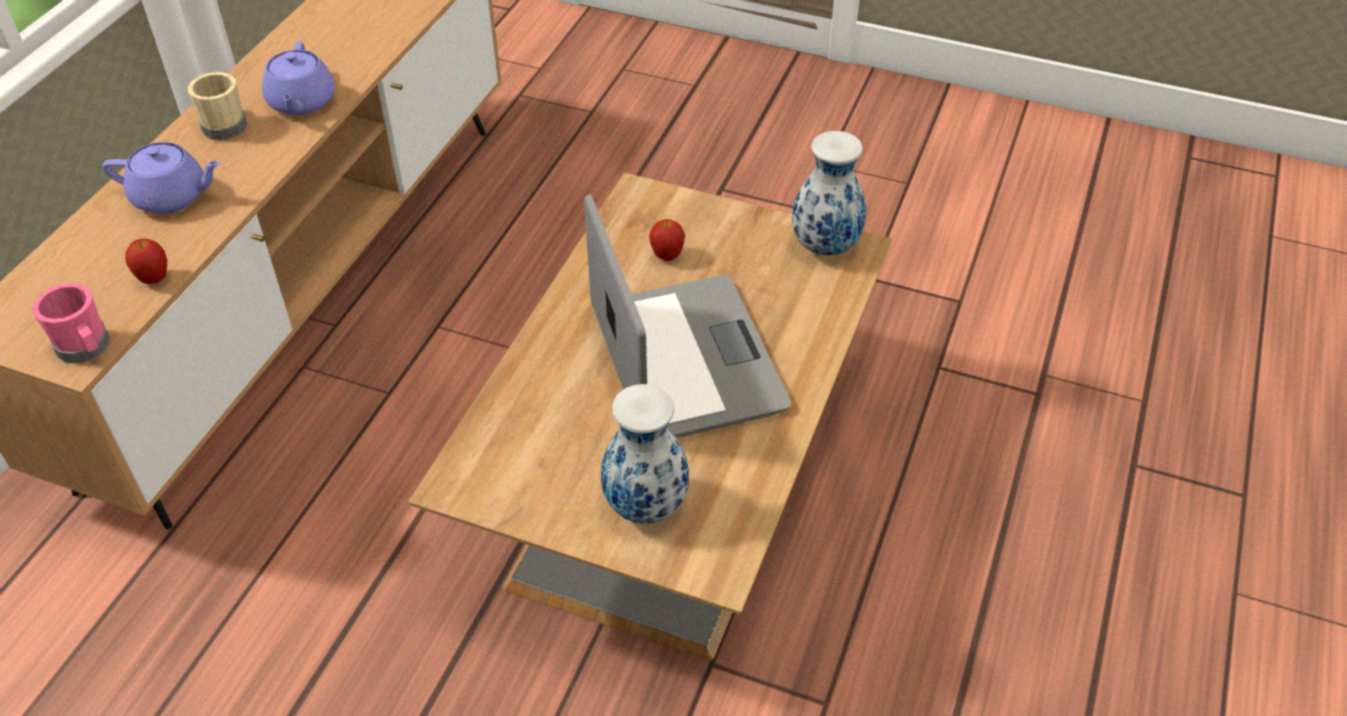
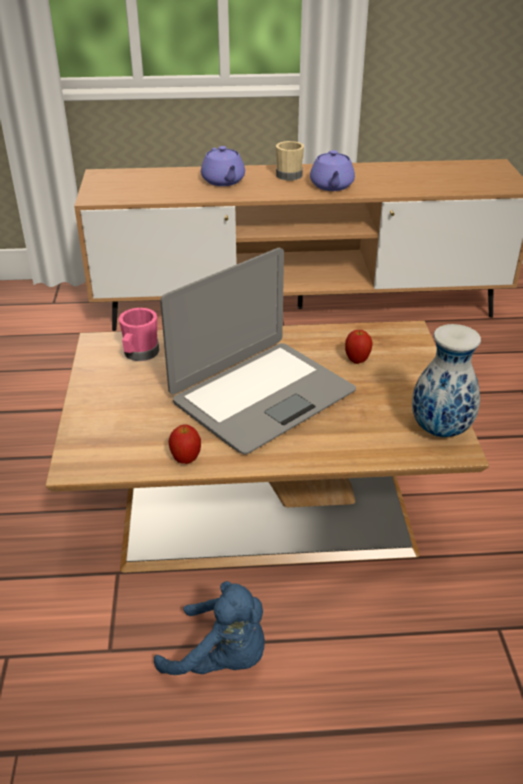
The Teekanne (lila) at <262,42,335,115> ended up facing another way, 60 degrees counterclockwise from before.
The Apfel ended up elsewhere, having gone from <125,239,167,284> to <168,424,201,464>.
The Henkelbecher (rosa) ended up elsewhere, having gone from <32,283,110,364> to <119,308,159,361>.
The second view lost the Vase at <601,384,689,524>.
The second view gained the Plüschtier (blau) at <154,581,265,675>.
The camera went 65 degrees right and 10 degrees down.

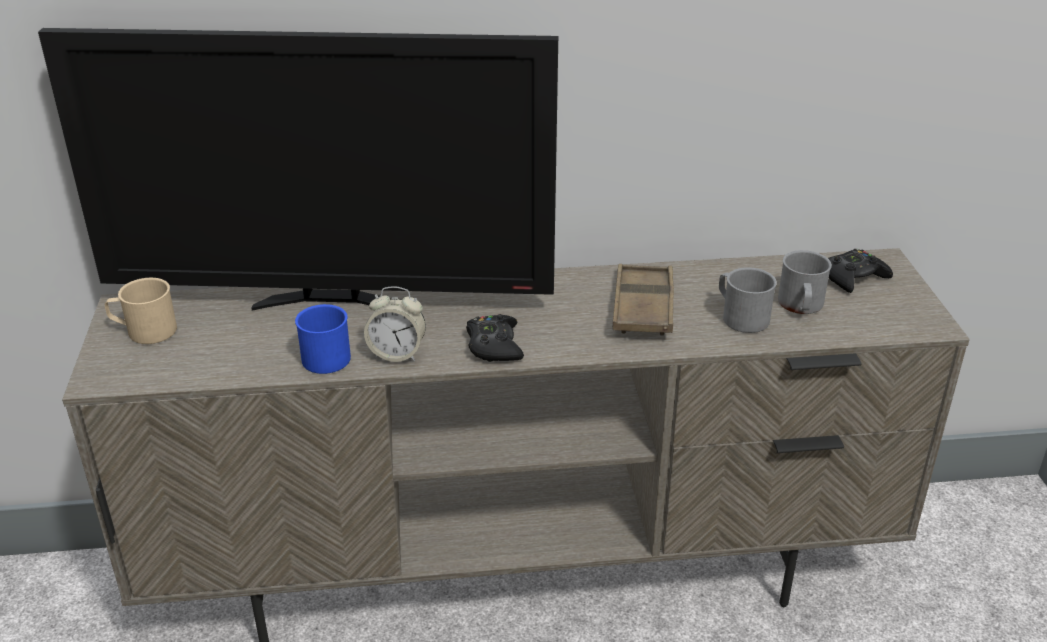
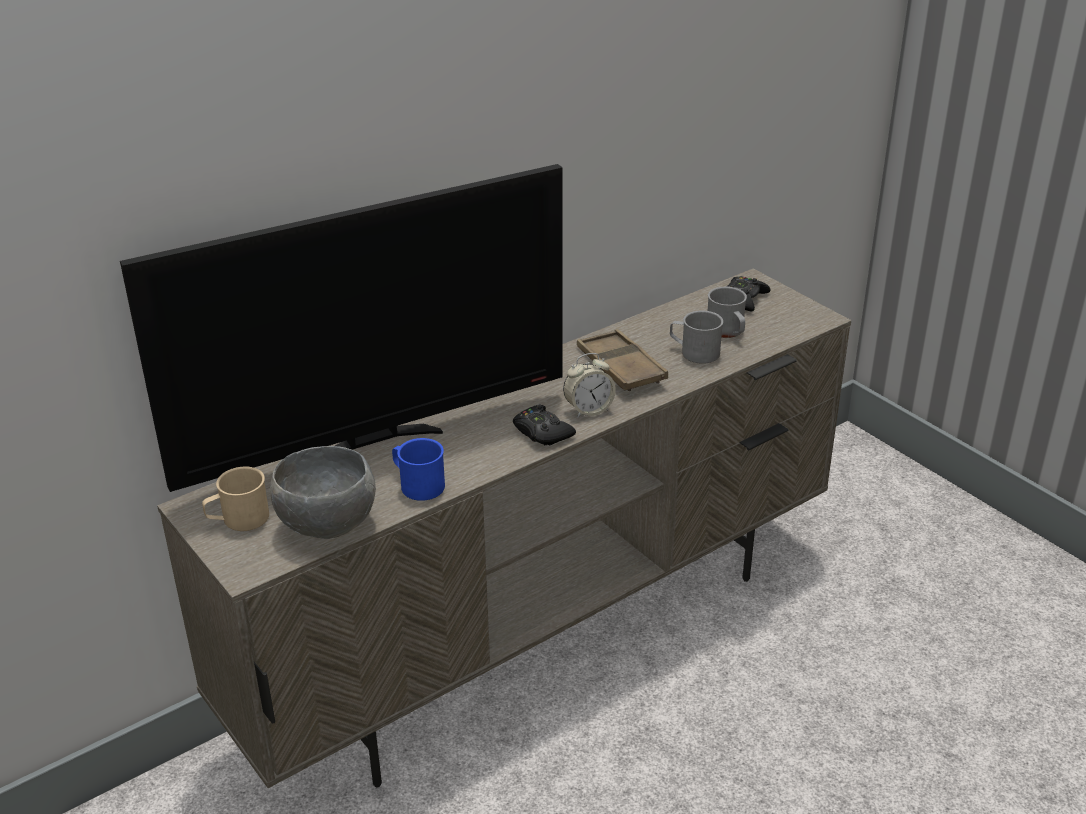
The Wecker ended up elsewhere, having gone from <364,286,426,362> to <563,353,616,418>.
The second view gained the Schüssel (grau) at <270,446,376,539>.
The camera went 30 degrees left and 0 degrees up.

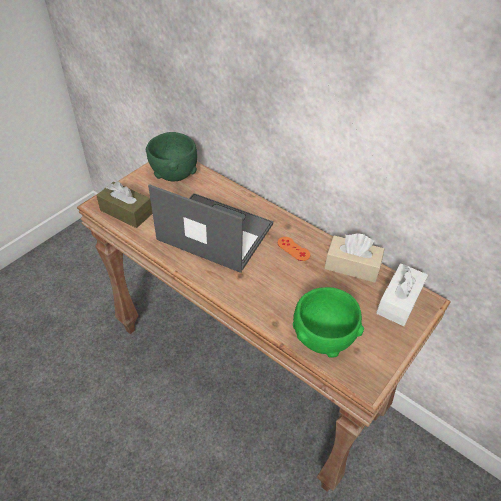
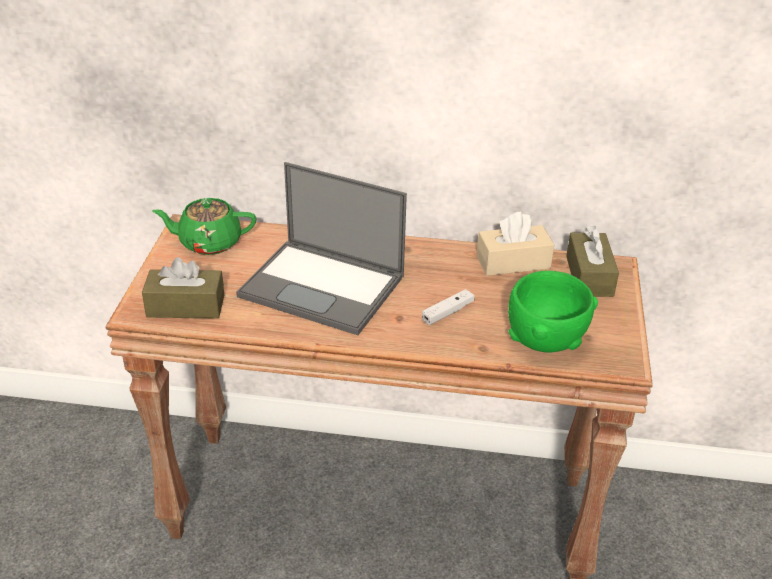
Where the Schüssel (grün) stood at <146,132,197,181>, the Teekanne (grün) came to stand at <152,198,257,255>.
The Laptop at <148,184,273,273> ended up facing another way, 150 degrees counterclockwise from before.
The second view lost the Gamepad (orange) at <278,237,310,261>.
What was the Taschentuchbox (weiß) at <376,263,428,326> turned into the Taschentuchbox (braun) at <566,226,619,297>.
The second view gained the Gamepad (weiß) at <422,289,475,325>.
The camera went 30 degrees left and 10 degrees down.

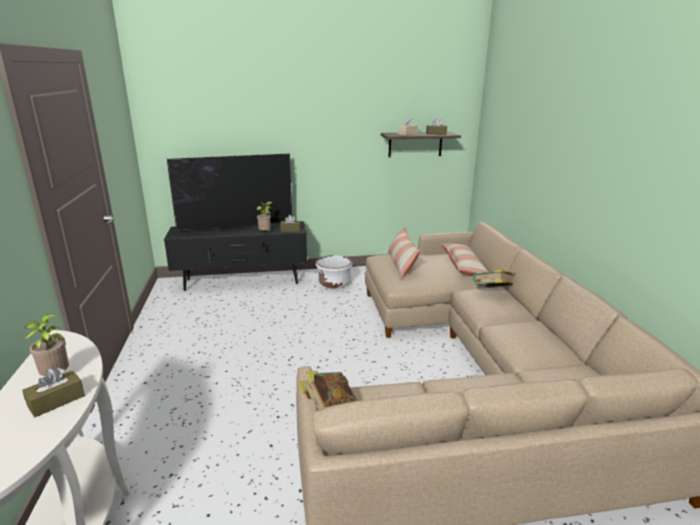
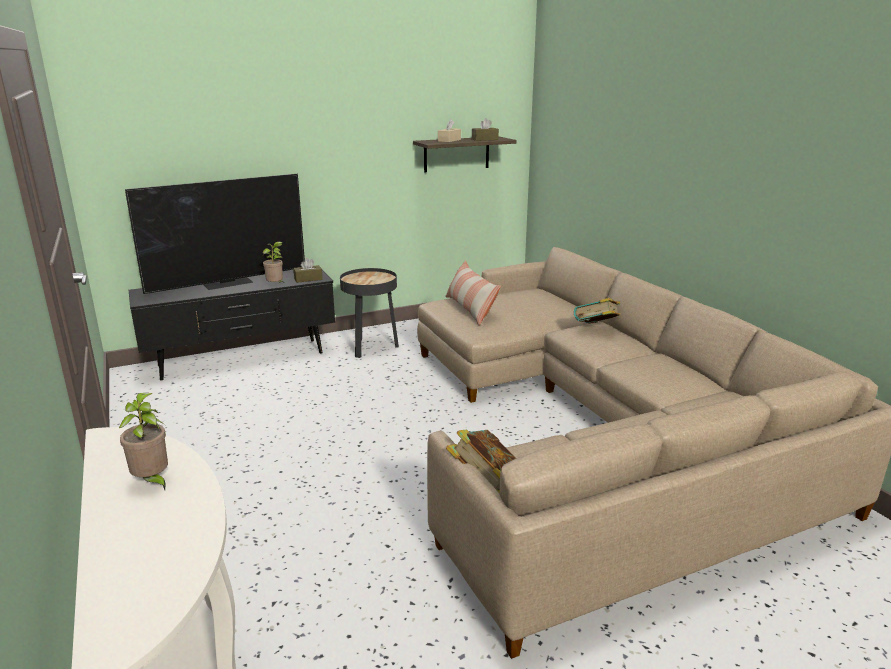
The second view lost the Kissen at <441,243,489,276>.
Where the Pflanzkübel (weiß) stood at <315,255,353,288>, the Beistelltisch (schwarz) came to stand at <340,268,399,358>.
The second view lost the Taschentuchbox (braun) at <22,368,85,417>.
The camera went 15 degrees left and 0 degrees up.

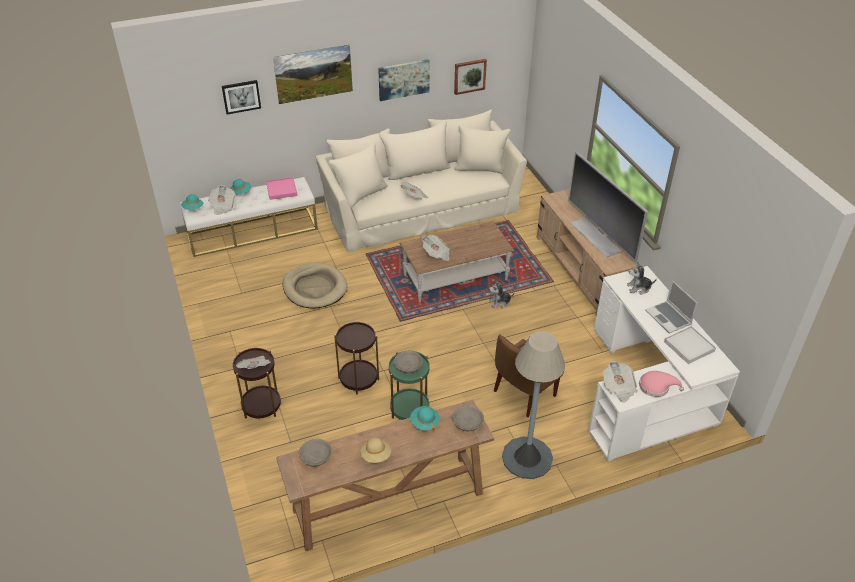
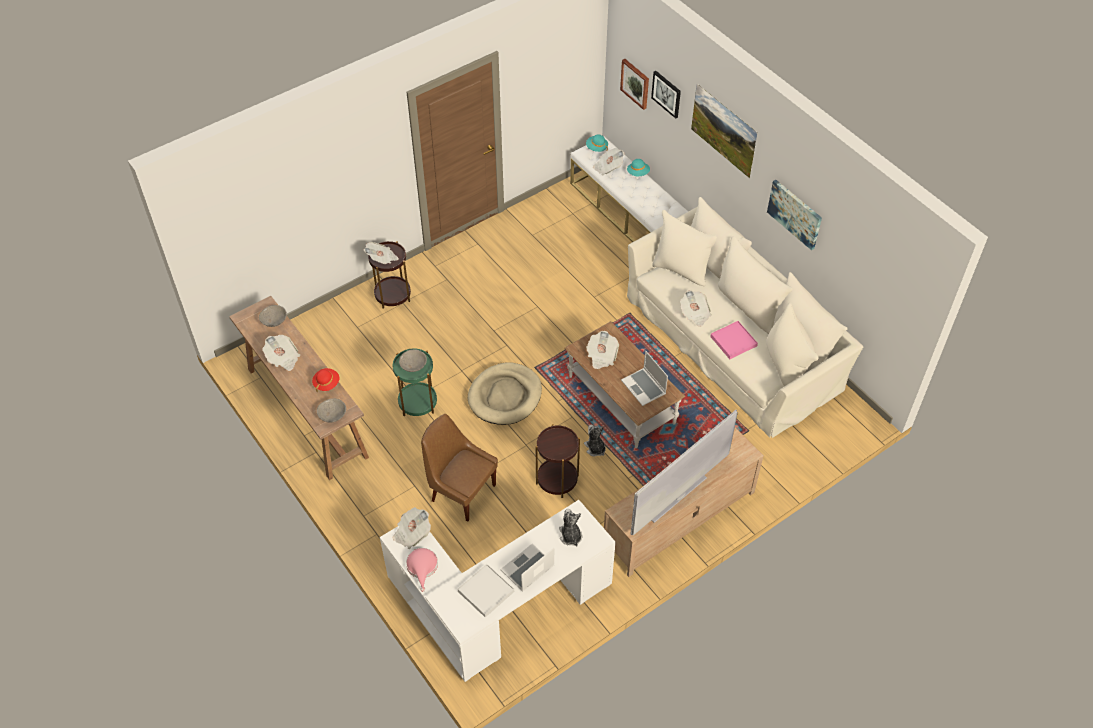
The Bild ended up elsewhere, having gone from <454,59,487,95> to <620,59,649,110>.
The Tablett (rosa) ended up elsewhere, having gone from <266,177,297,200> to <710,321,758,359>.
The Hundebett (beige) ended up elsewhere, having gone from <283,263,348,309> to <468,362,542,425>.
The Beistelltisch (braun) ended up elsewhere, having gone from <334,321,379,395> to <535,424,580,498>.
The second view lost the Stehlampe (grau) at <502,331,565,479>.
What was the Hut (türkis) at <410,406,440,433> turned into the Hut (rot) at <312,368,339,392>.
Where the Hut (beige) stood at <361,438,391,463>, the Zeitung came to stand at <263,335,300,371>.
The second view gained the Laptop at <621,351,668,406>.
The camera went 75 degrees right and 10 degrees up.

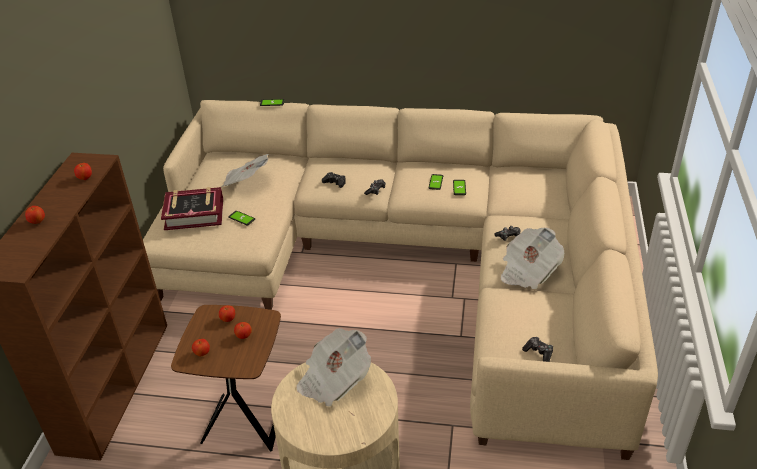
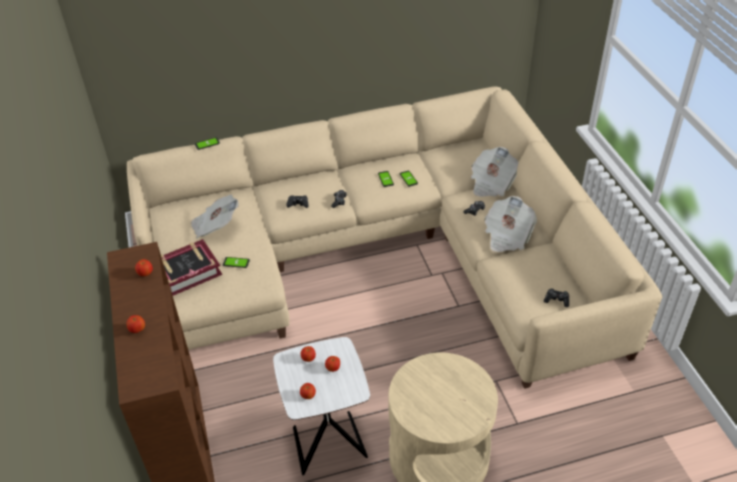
What was the Beistelltisch (braun) at <171,305,281,452> turned into the Beistelltisch (weiß) at <273,337,370,475>.
The Zeitung ended up elsewhere, having gone from <296,328,371,407> to <471,147,518,197>.
The camera went 25 degrees left and 5 degrees up.

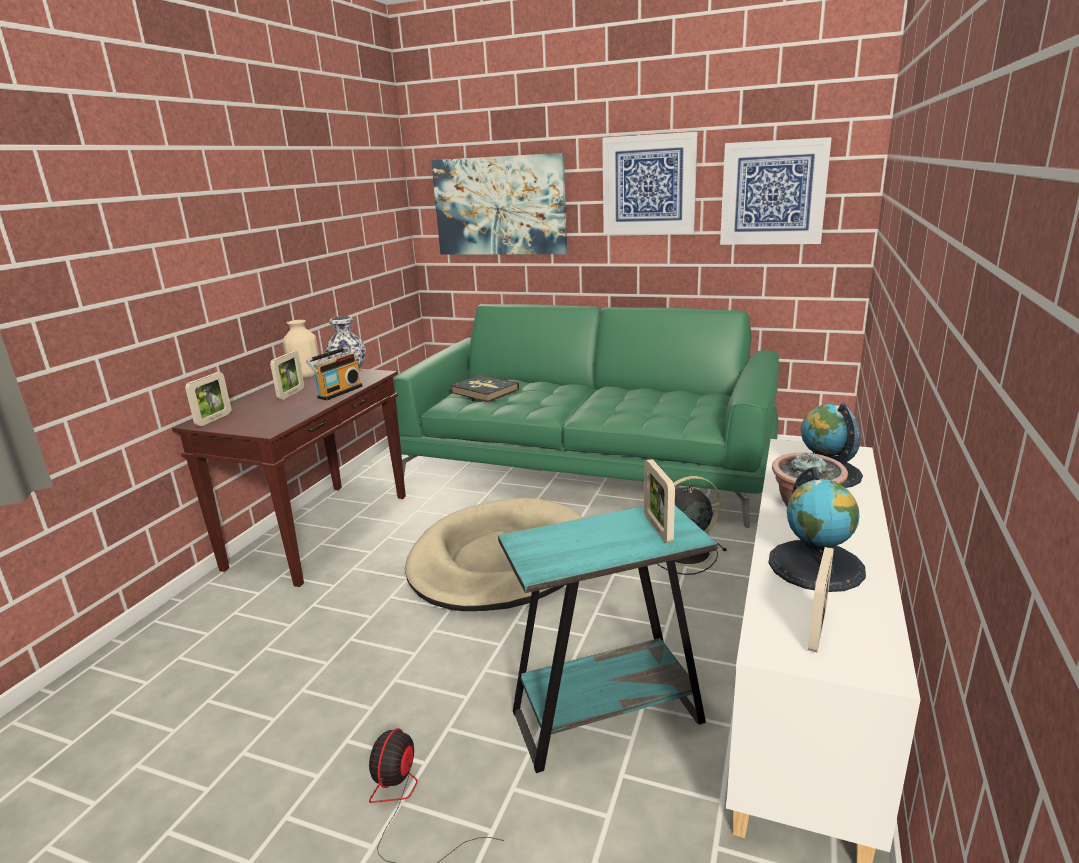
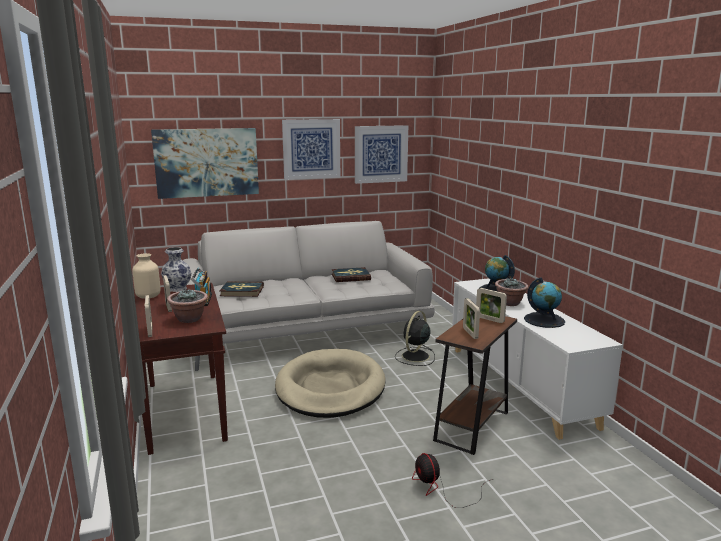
What was the Sofa (grün) at <393,304,779,528> turned into the Sofa (grau) at <183,221,435,371>.
What was the Beistelltisch (türkis) at <498,506,718,773> turned into the Beistelltisch (braun) at <433,316,517,455>.
The Bilderrahmen ended up elsewhere, having gone from <808,547,834,652> to <463,298,480,339>.
The second view gained the Buch at <332,267,371,282>.
The second view gained the Topfpflanze at <167,289,208,323>.
The camera went 40 degrees left and 5 degrees down.

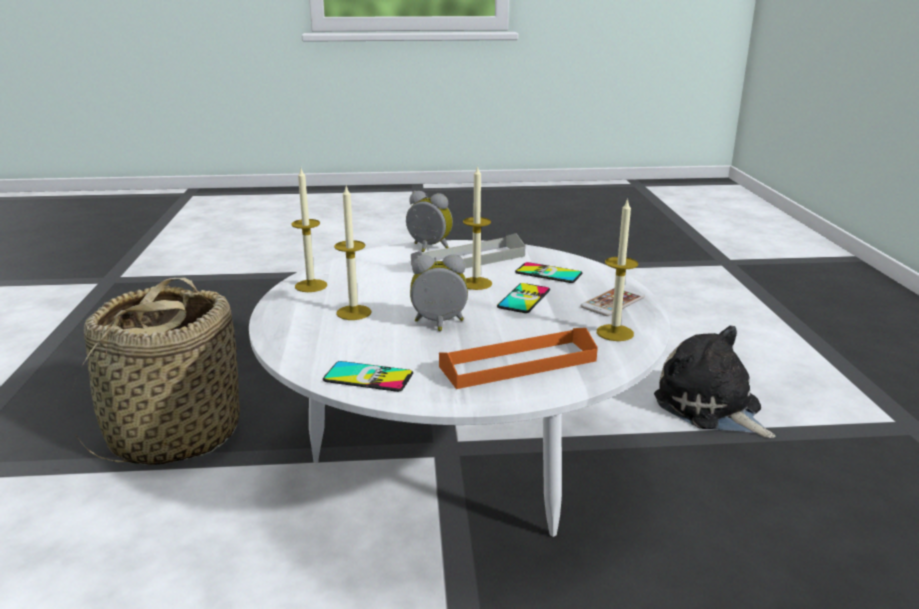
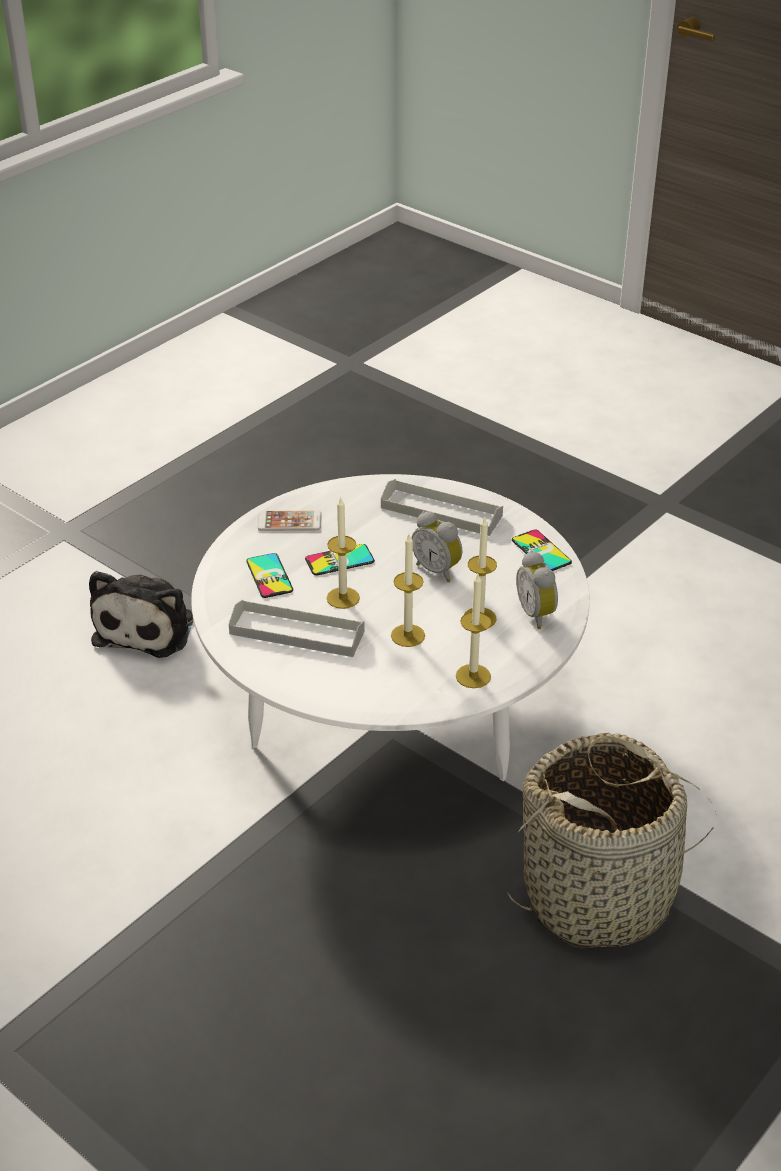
The Wecker ended up elsewhere, having gone from <406,191,453,252> to <516,551,558,629>.
The Kerze ended up elsewhere, having gone from <597,198,638,341> to <391,534,425,647>.
What was the Tablett (orange) at <439,328,598,389> turned into the Tablett (grau) at <381,479,503,536>.
The camera went 135 degrees left and 15 degrees up.

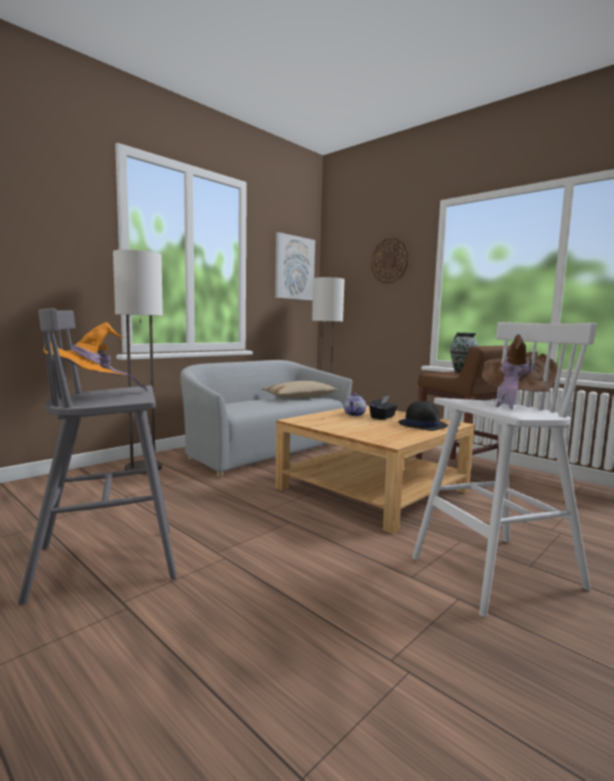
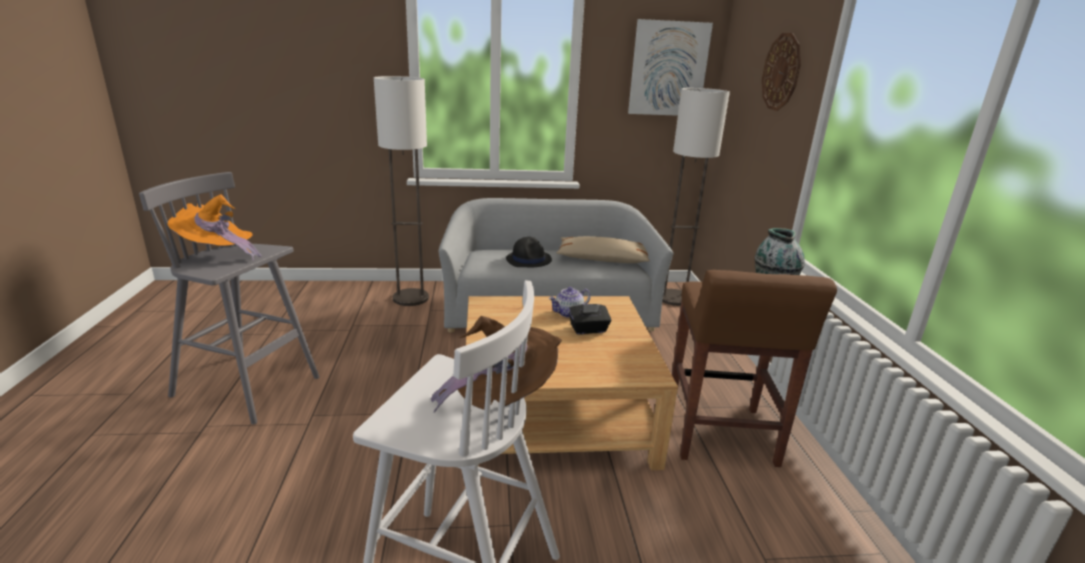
The Hut (schwarz) ended up elsewhere, having gone from <398,401,448,431> to <506,237,552,267>.
The camera went 40 degrees right and 15 degrees up.

